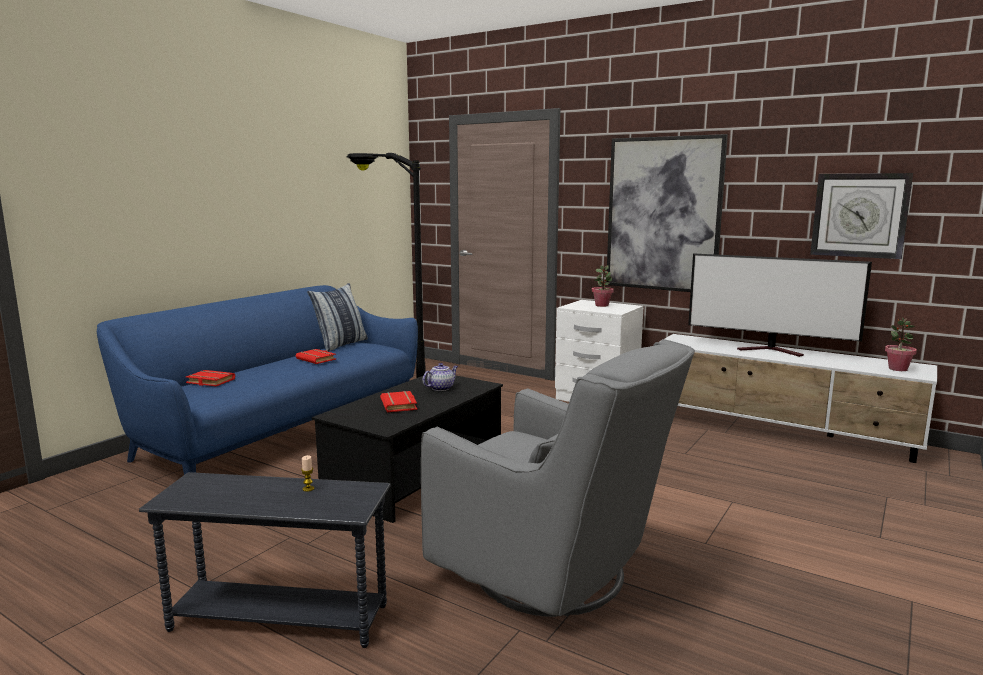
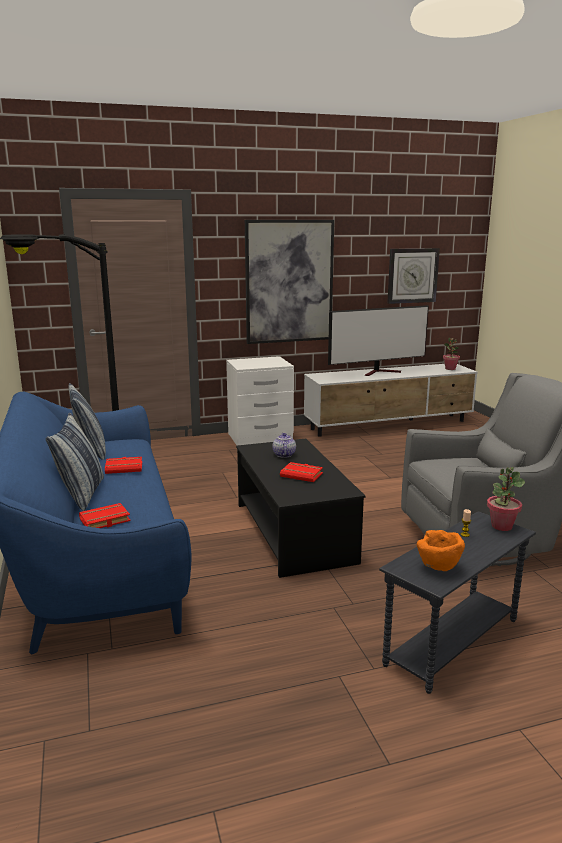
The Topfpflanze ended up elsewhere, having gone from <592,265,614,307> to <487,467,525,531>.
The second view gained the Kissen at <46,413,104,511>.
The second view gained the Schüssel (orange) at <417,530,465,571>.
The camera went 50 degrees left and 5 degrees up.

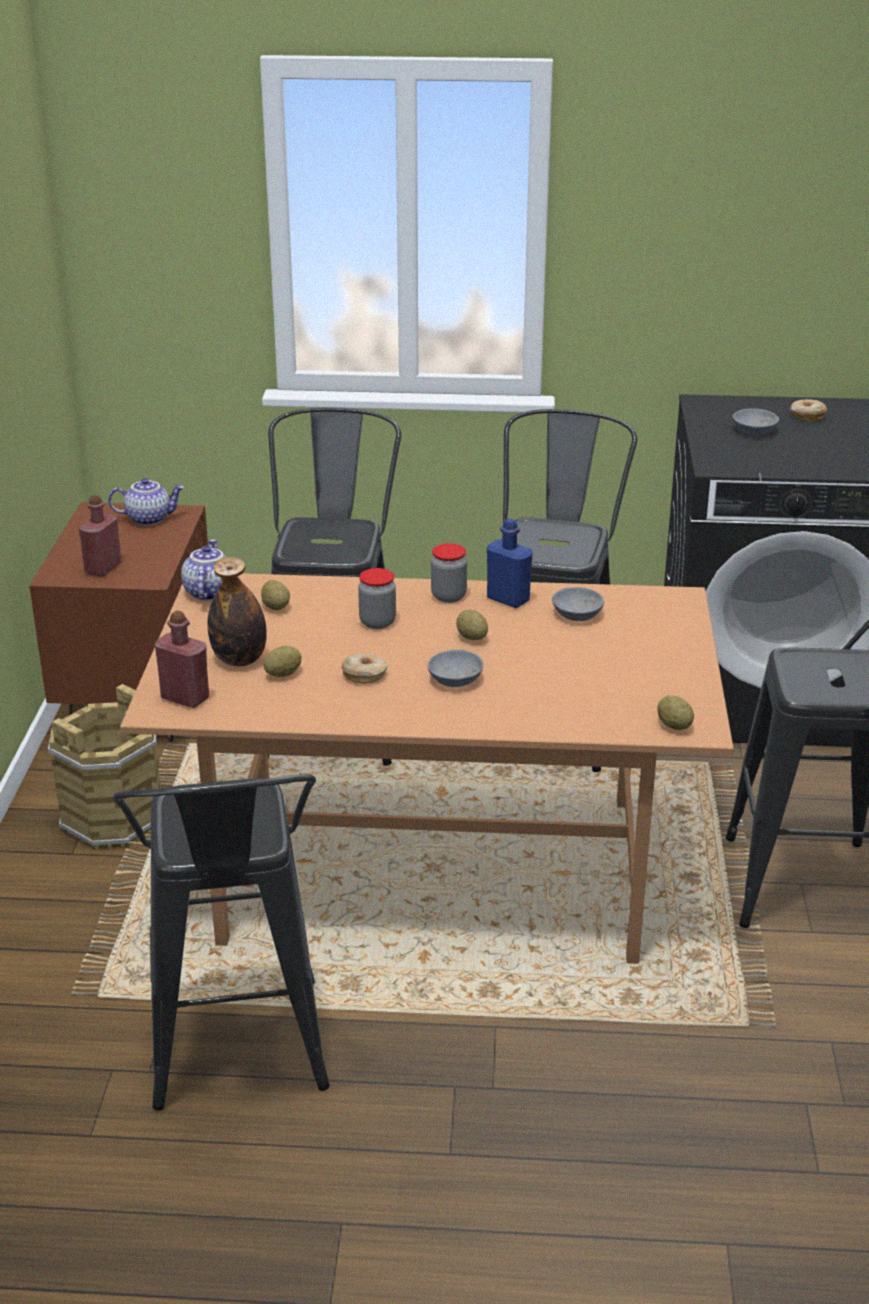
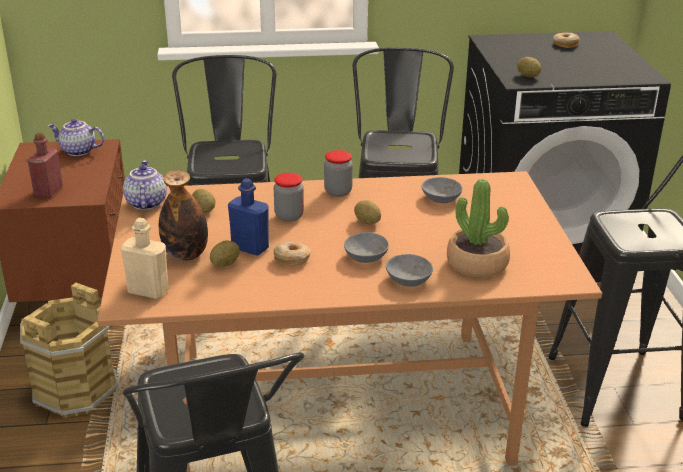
The Schüssel (grau) ended up elsewhere, having gone from <732,409,779,436> to <386,254,433,287>.
The Teekanne at <108,478,184,526> ended up facing another way, 150 degrees counterclockwise from before.
The Flasche (blau) ended up elsewhere, having gone from <487,518,533,608> to <228,178,269,256>.
What was the Flasche (rot) at <155,610,209,708> turned into the Flasche (beige) at <121,218,169,299>.
The Kartoffel ended up elsewhere, having gone from <657,695,694,730> to <517,57,541,77>.
The second view gained the Topfpflanze at <447,179,510,277>.
The camera went 10 degrees left and 0 degrees up.

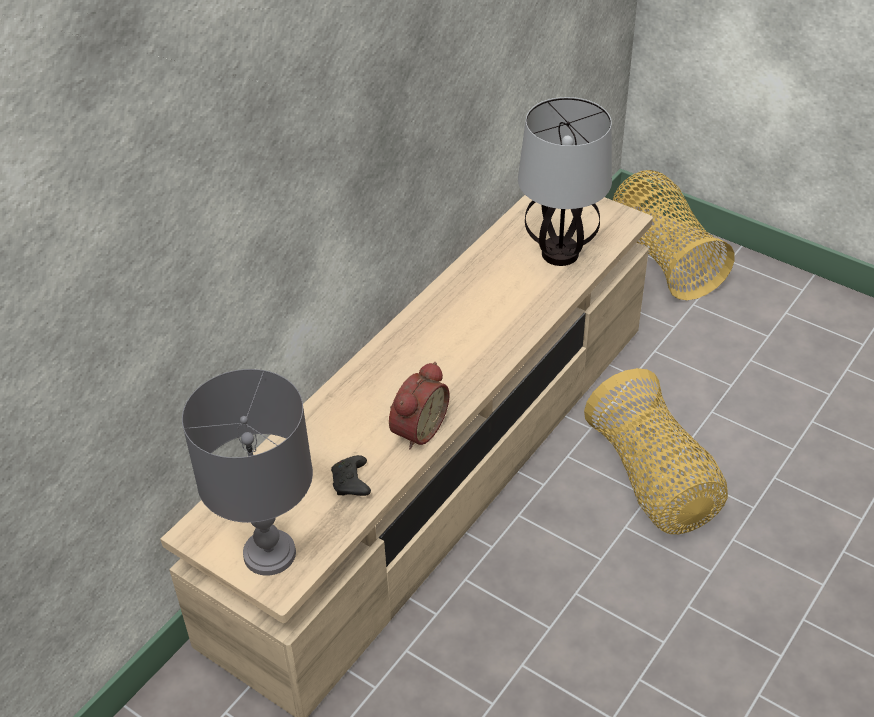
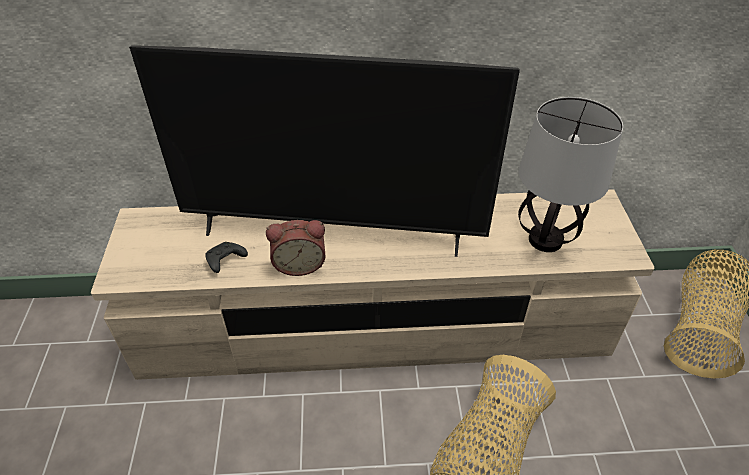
The second view lost the Tischlampe (grau) at <182,369,313,576>.
The second view gained the Fernseher at <129,45,520,257>.
The camera went 50 degrees right and 0 degrees up.

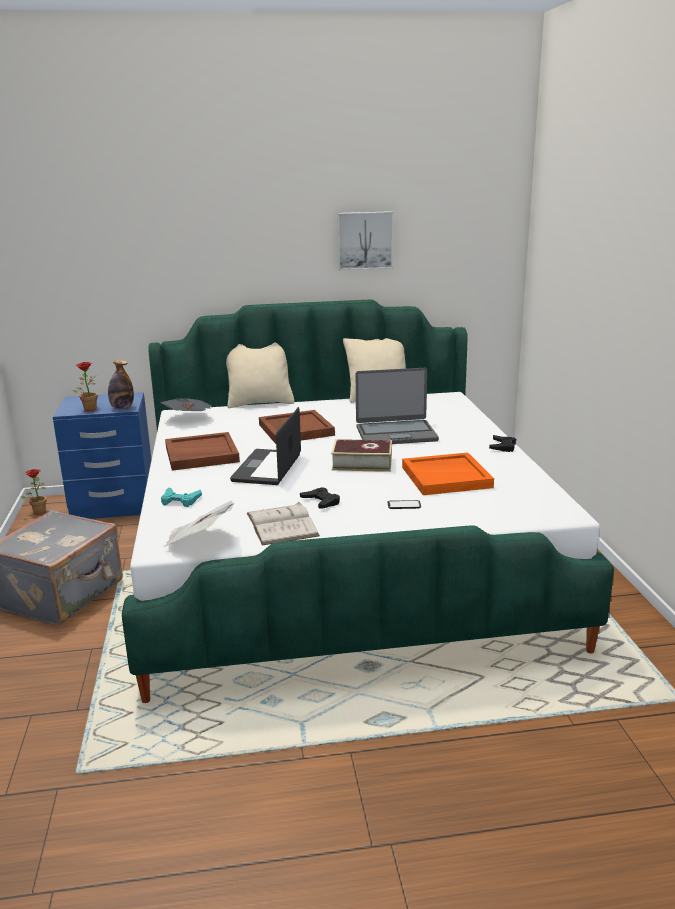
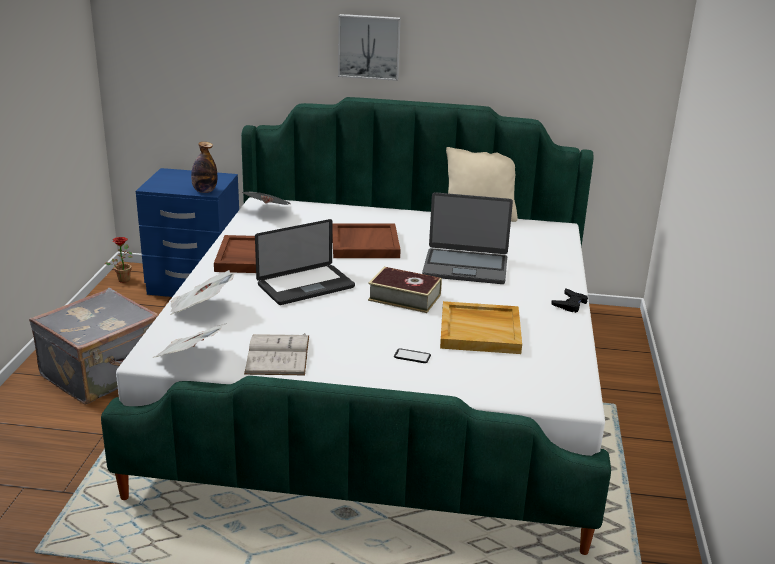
The Bild ended up elsewhere, having gone from <337,211,393,270> to <338,14,401,81>.
The second view lost the Kissen (beige) at <226,342,295,408>.
The second view lost the Topfpflanze at <73,362,98,411>.
The Laptop at <230,407,301,485> ended up facing another way, 150 degrees counterclockwise from before.
What was the Tablett (orange) at <402,453,494,495> turned into the Tablett (beige) at <440,301,522,354>.
Where the Gamepad (türkis) stood at <161,487,202,507>, the Zeitung came to stand at <170,270,234,315>.
The second view lost the Gamepad (schwarz) at <300,487,340,509>.
The camera went 15 degrees right and 5 degrees up.

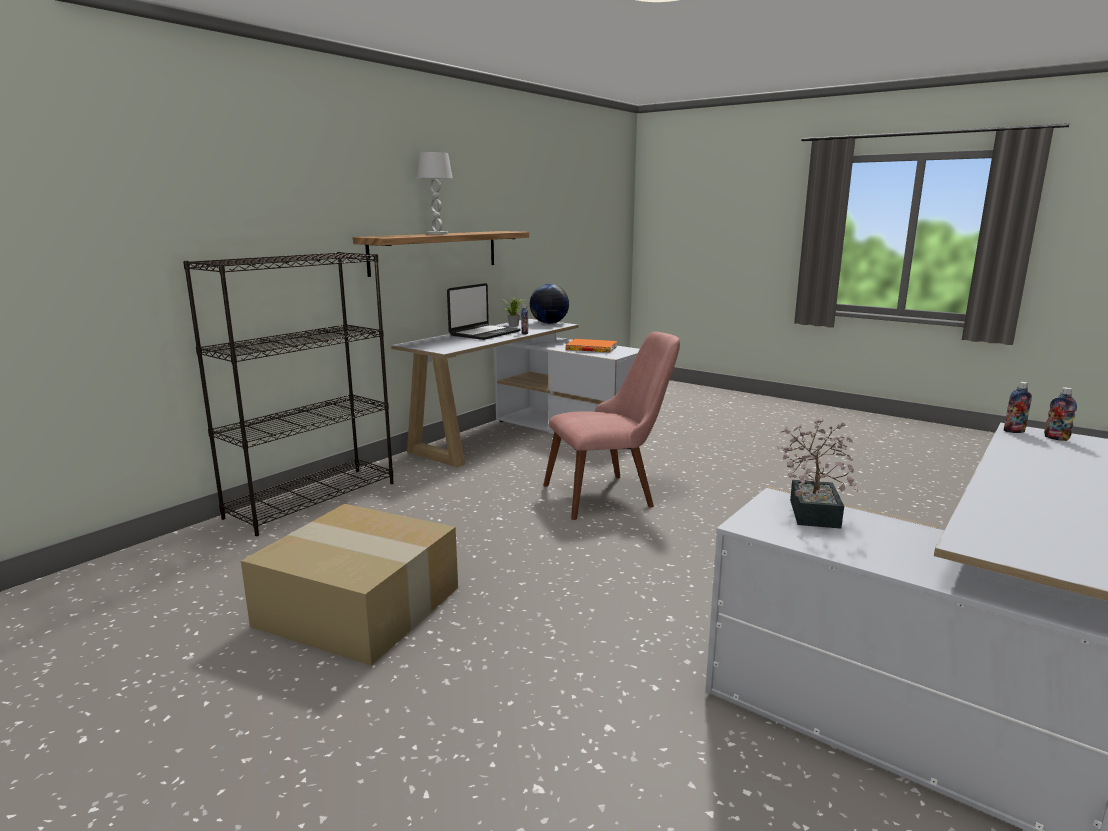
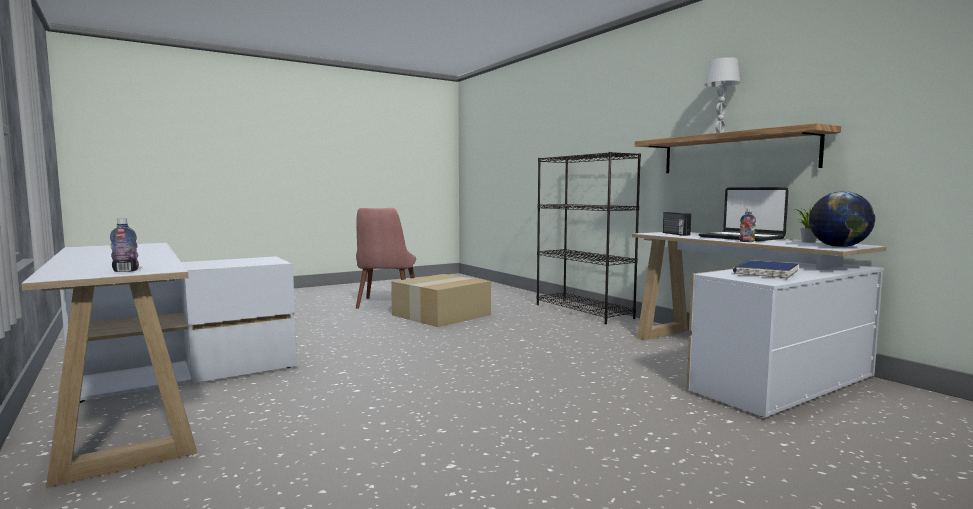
The Stuhl (rosa) ended up elsewhere, having gone from <543,332,680,520> to <356,208,416,309>.
What was the Buch (orange) at <566,339,618,353> turned into the Buch (blau) at <733,260,799,279>.
The second view lost the Flasche at <1004,382,1032,433>.
The second view lost the Topfpflanze at <777,419,858,529>.
The second view gained the Radio at <663,212,691,236>.
The camera went 110 degrees right and 10 degrees down.

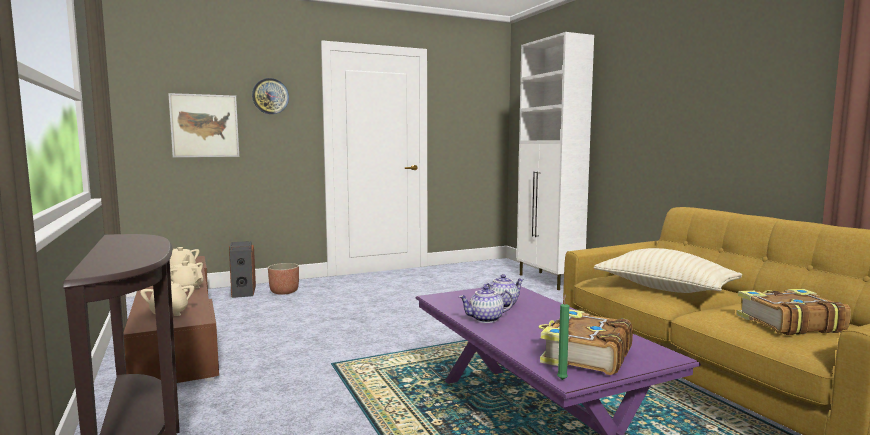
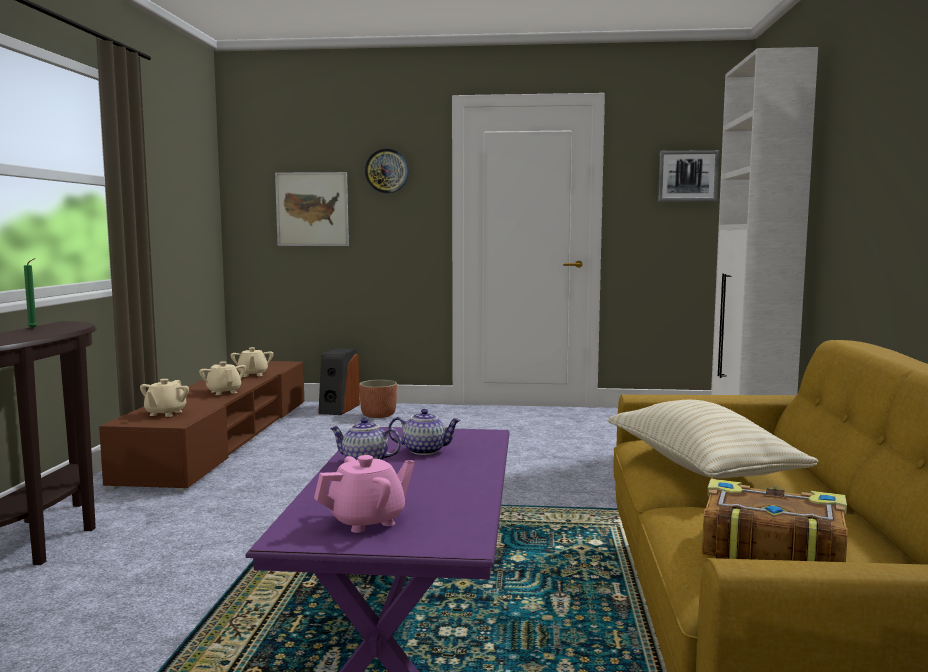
The Kerze (grün) ended up elsewhere, having gone from <557,294,569,380> to <24,258,37,328>.
Where the Buch stood at <539,309,633,375>, the Teekanne (rosa) came to stand at <314,455,415,533>.
The second view gained the Bild at <658,150,719,202>.
The camera went 30 degrees right and 0 degrees up.

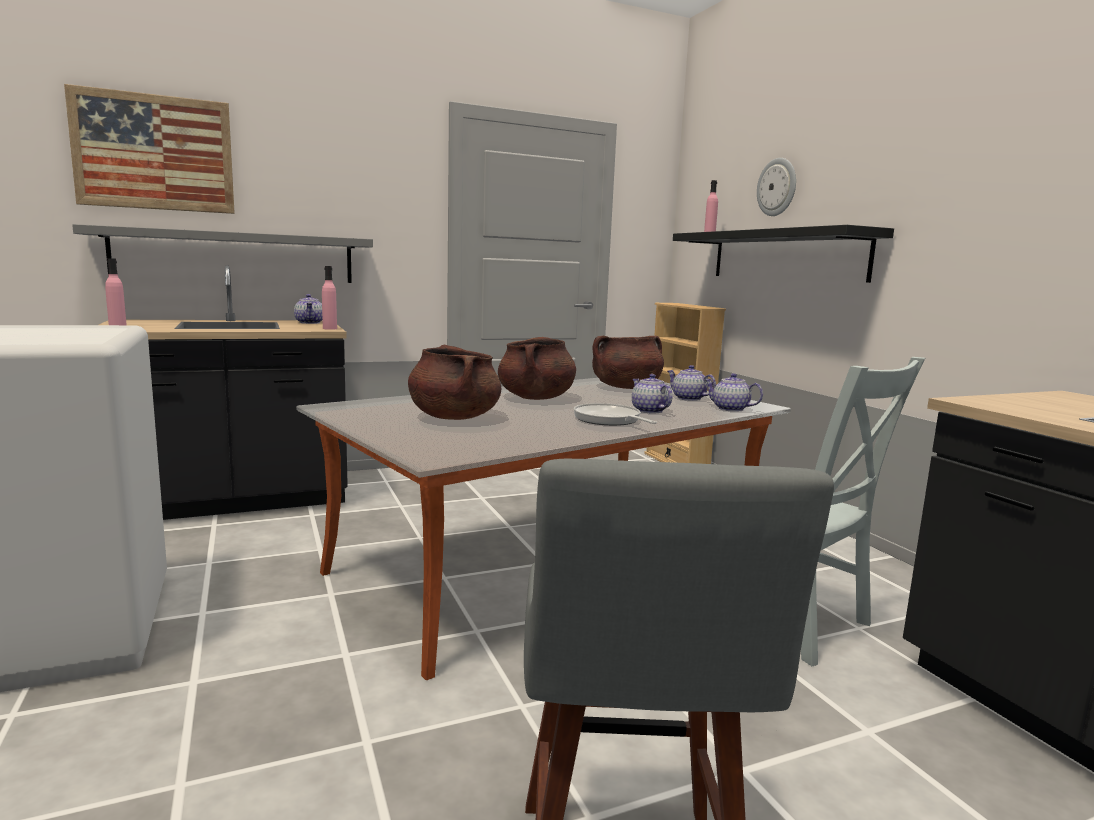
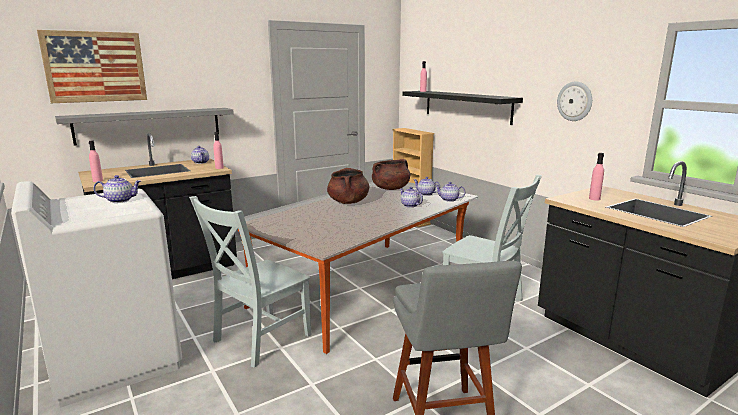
The Wanduhr ended up elsewhere, having gone from <757,158,796,216> to <557,81,592,121>.
The second view lost the Kochtopf (braun) at <408,344,501,420>.
The second view lost the Pfanne at <573,403,657,426>.
The second view gained the Flasche (rosa) at <589,153,604,201>.
The second view gained the Teekanne at <93,175,141,203>.
The second view gained the Stuhl (grau) at <189,196,312,368>.
The camera went 10 degrees left and 5 degrees up.

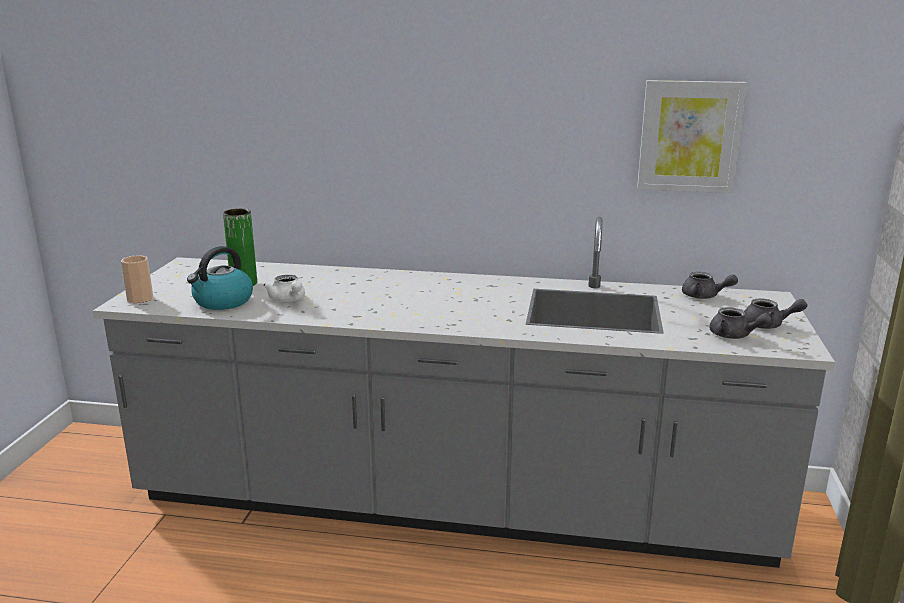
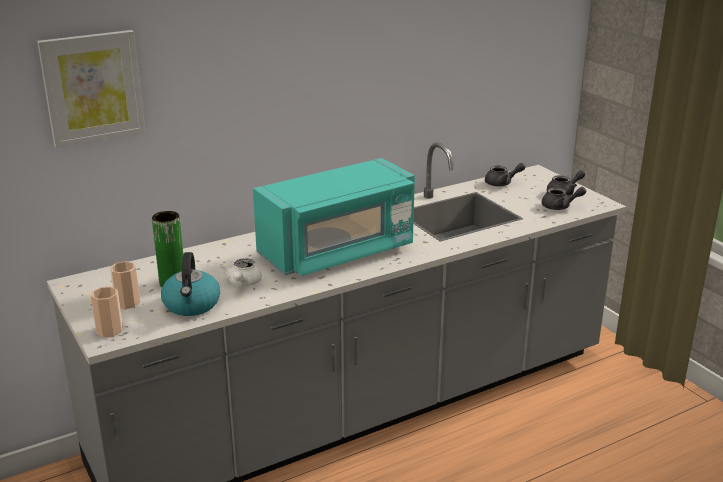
The Bild ended up elsewhere, having gone from <637,80,747,193> to <37,30,145,148>.
The Teekanne (weiß) at <263,275,305,302> ended up facing another way, 75 degrees clockwise from before.
The second view gained the Mikrowelle (türkis) at <253,158,415,276>.
The second view gained the Tasse at <110,261,140,309>.
The camera went 40 degrees left and 5 degrees up.

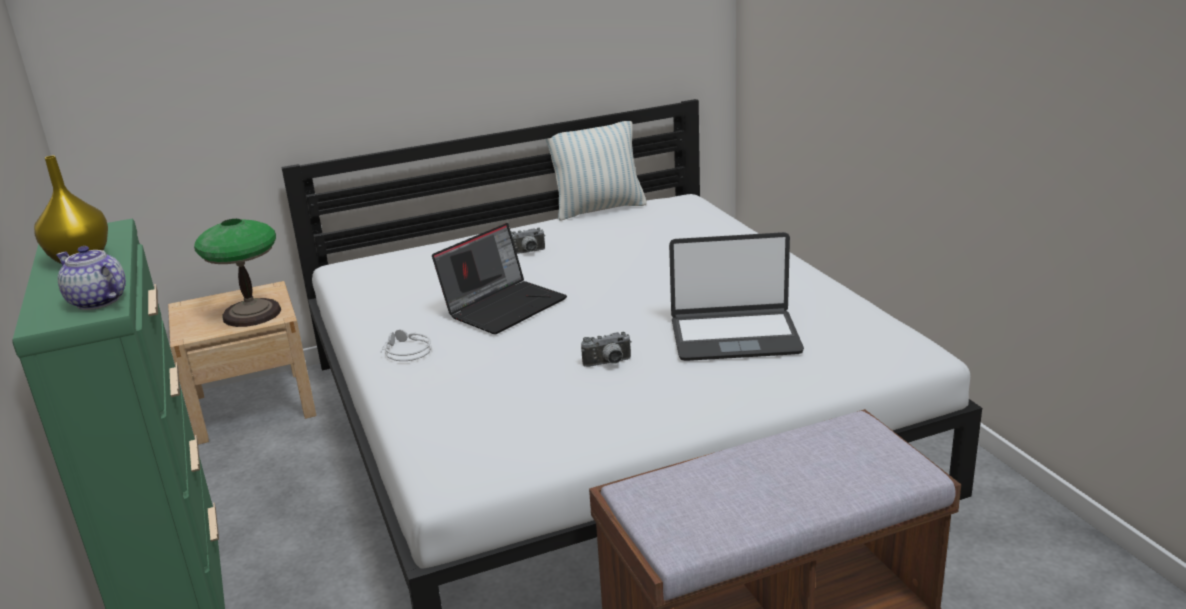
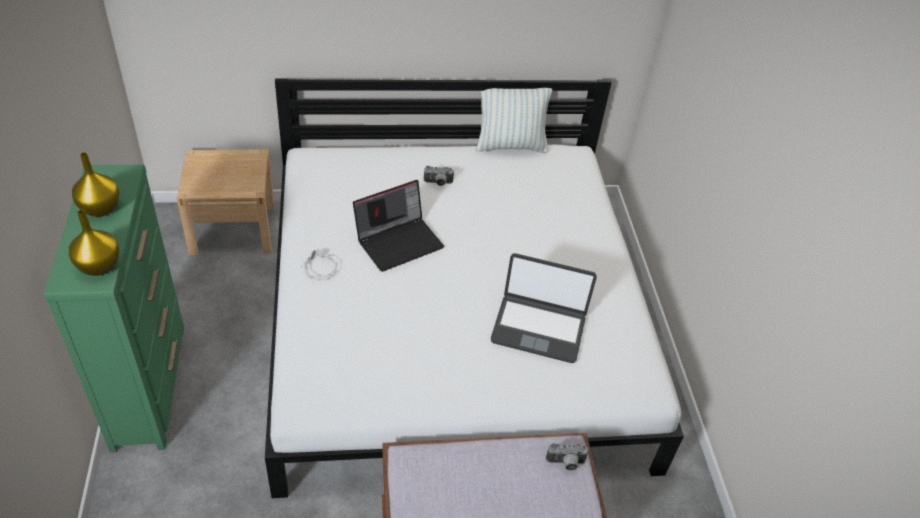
The second view lost the Tischlampe at <194,219,281,327>.
Where the Teekanne stood at <56,246,126,310>, the Vase (gelb) came to stand at <69,210,119,276>.
The Kamera ended up elsewhere, having gone from <581,332,632,367> to <546,443,589,471>.
The camera went 10 degrees right and 20 degrees up.

